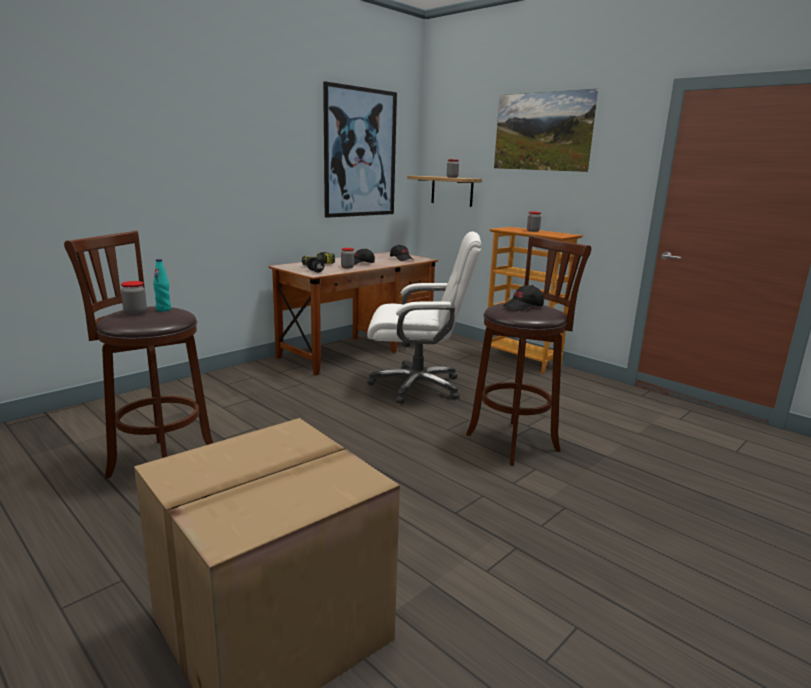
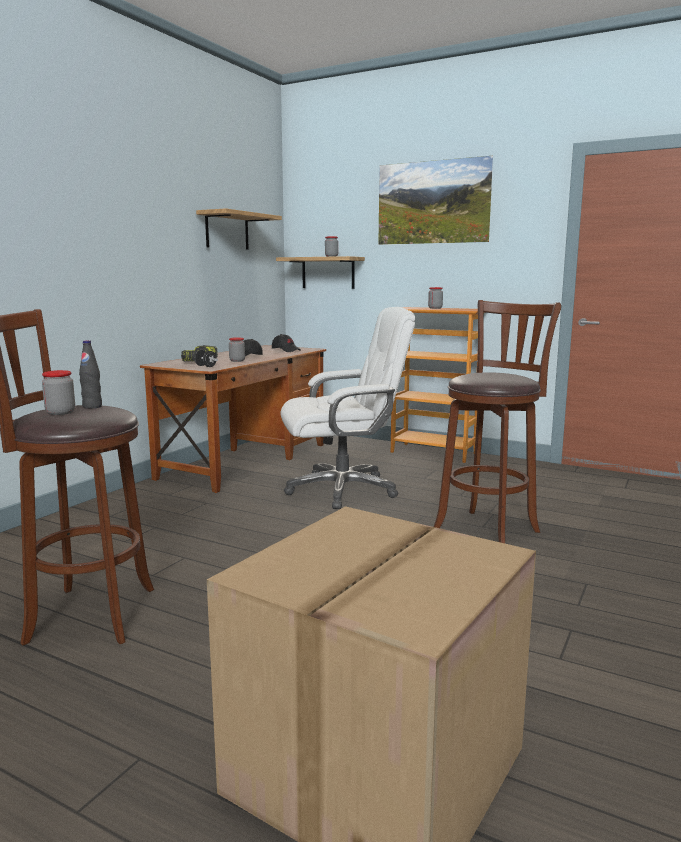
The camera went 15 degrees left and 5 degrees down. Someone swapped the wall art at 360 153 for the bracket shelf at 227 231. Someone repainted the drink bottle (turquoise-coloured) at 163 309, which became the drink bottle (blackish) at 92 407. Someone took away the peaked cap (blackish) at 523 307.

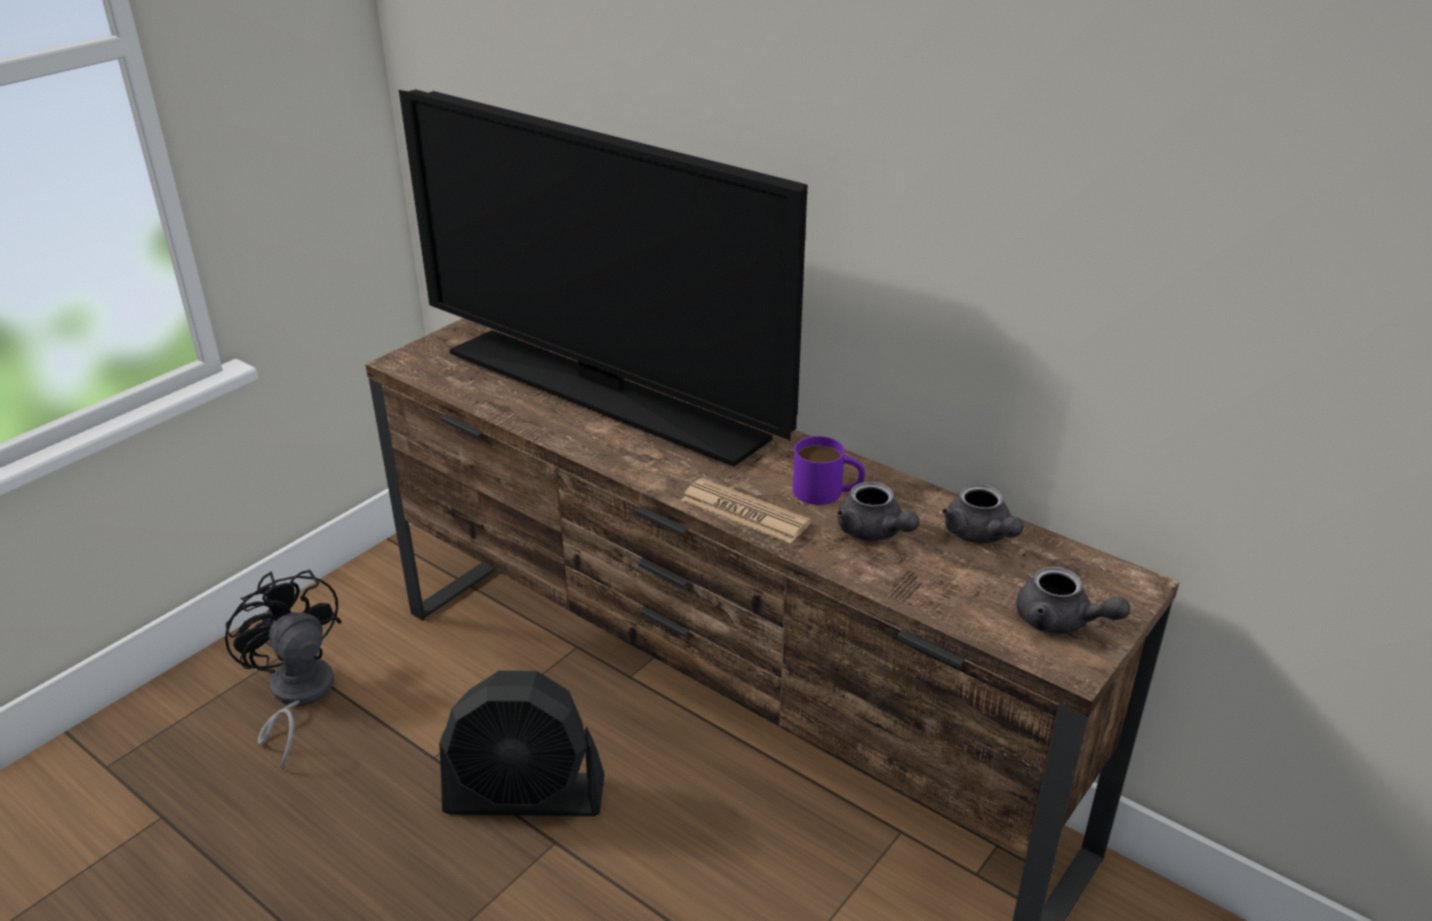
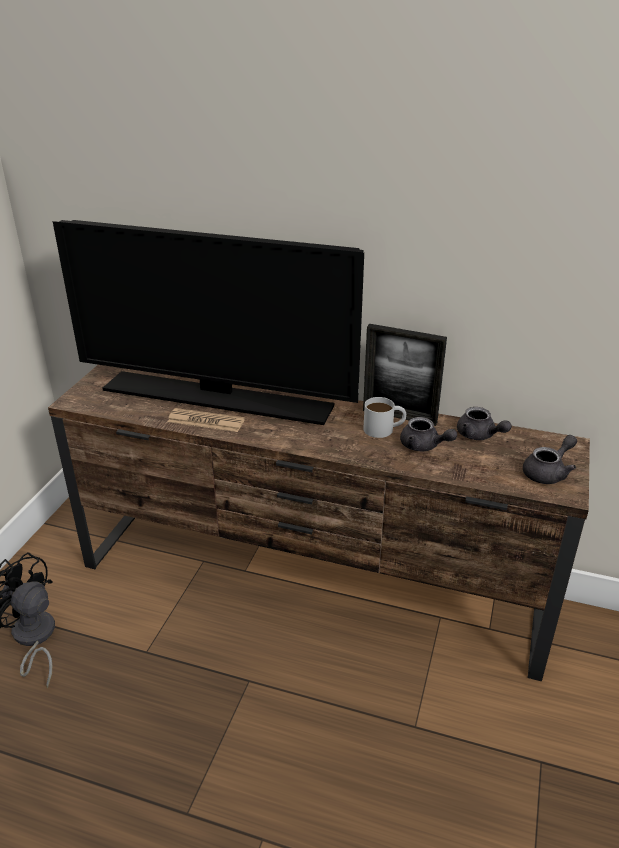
The camera went 20 degrees left and 0 degrees up. Someone repainted the mug (purple) at 827 492, which became the mug (white-coloured) at 384 429. Someone carried the daily paper from 745 512 to 206 421. Someone rotated the teapot (gray) at 1061 622 by 60 degrees counterclockwise. Someone took away the electric fan (blackish) at 525 796. Someone put down the photo frame at 399 416.

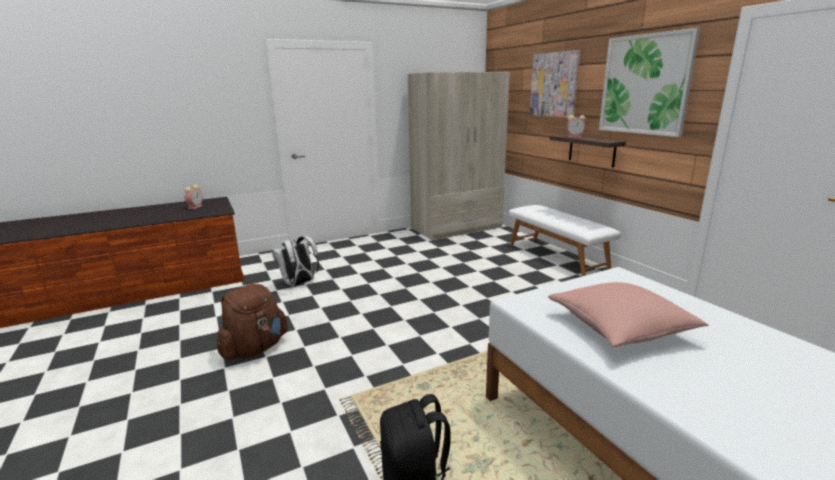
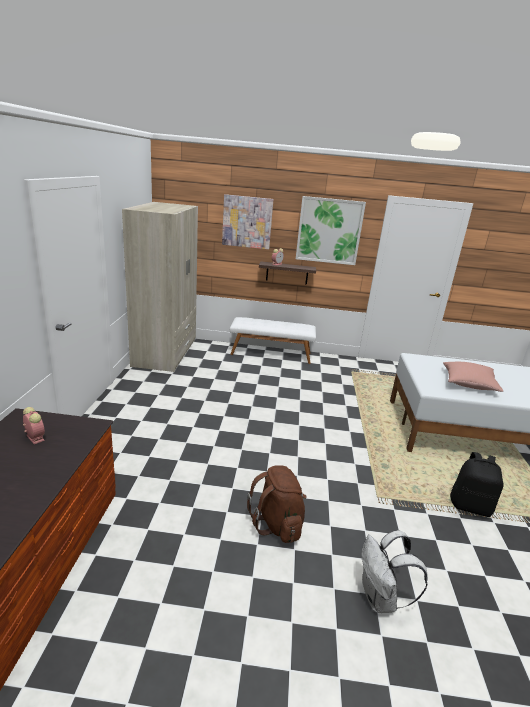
The camera went 60 degrees left and 5 degrees up. Someone carried the backpack (white-coloured) from 299 284 to 380 599.

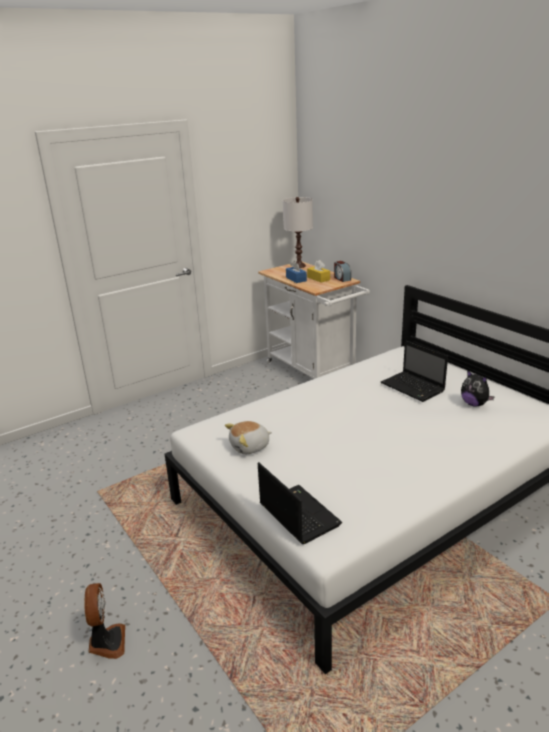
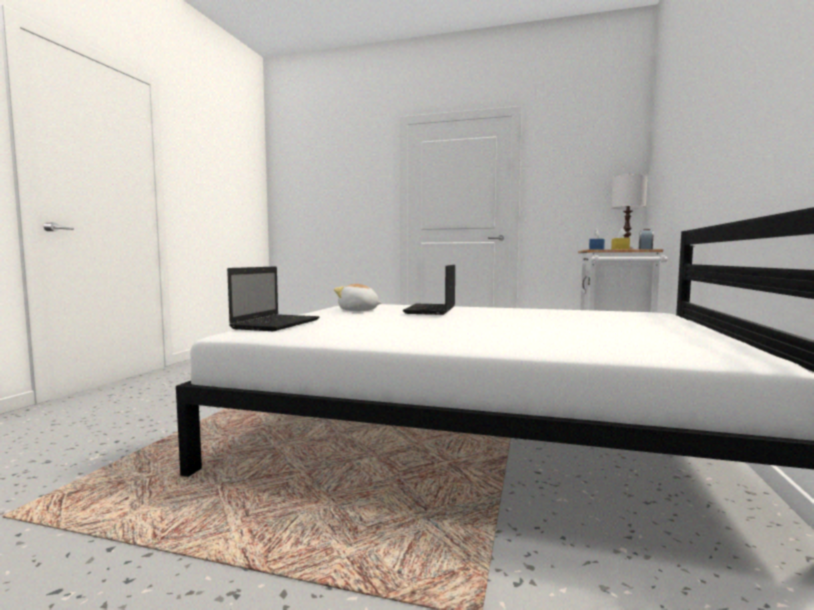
The camera went 50 degrees right and 20 degrees down. Someone carried the portable computer from 413 387 to 431 310. Someone took away the plush toy at 474 404. Someone took away the electric fan at 107 642.

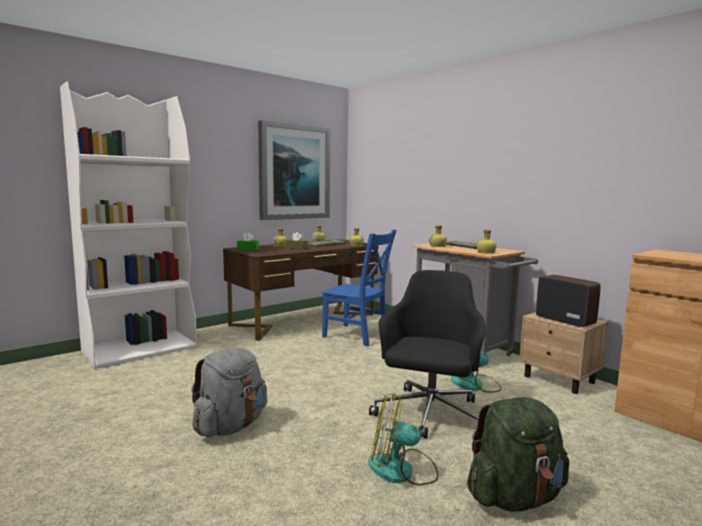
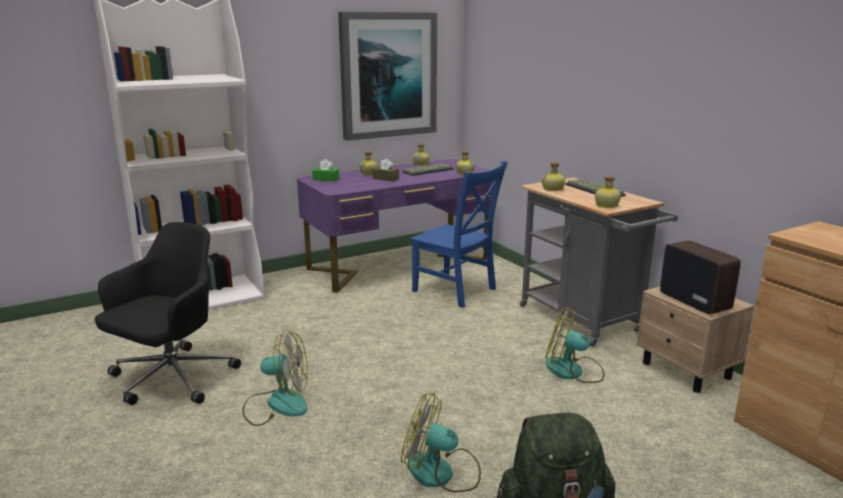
The camera went 10 degrees right and 10 degrees up. Someone repainted the desk unit (brown) at 304 320, which became the desk unit (purple) at 399 264. Someone carried the desk chair (blackish) from 429 414 to 171 379. Someone swapped the backpack (gray) at 231 426 for the electric fan at 277 404.

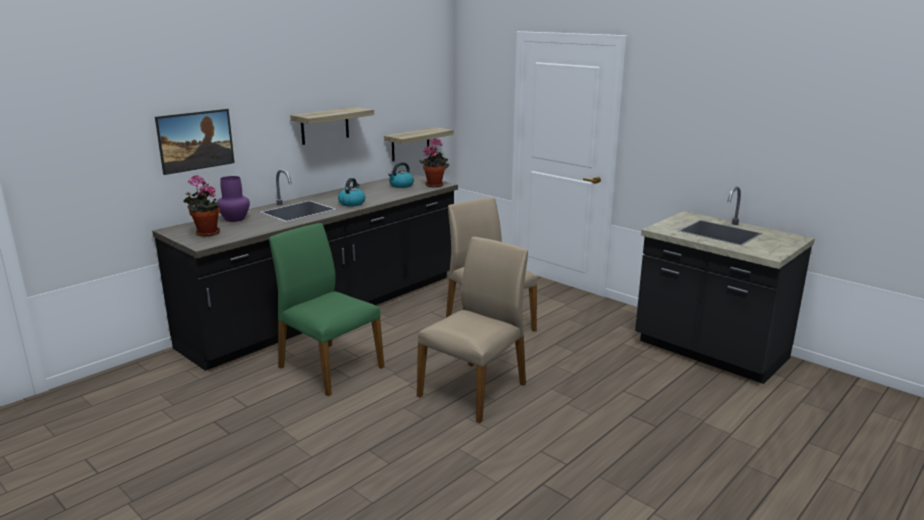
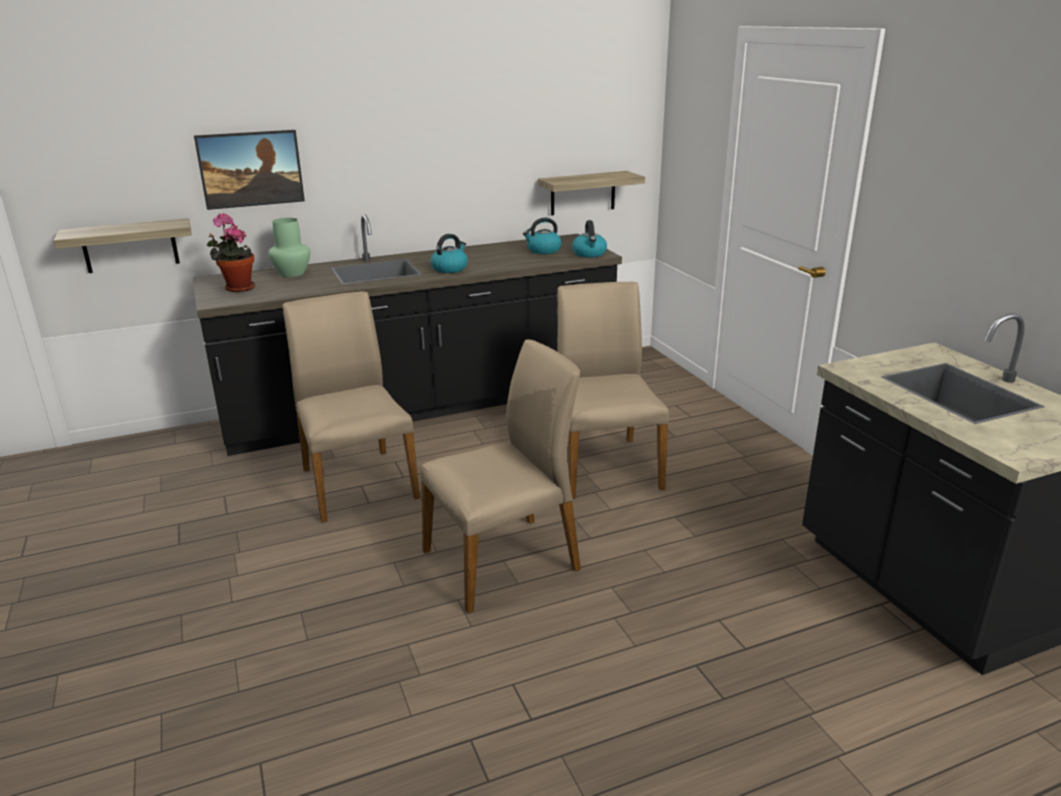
The camera went 25 degrees right and 5 degrees up. Someone carried the bracket shelf from 325 126 to 130 246. Someone swapped the plant in a pot at 435 185 for the tea kettle at 589 254. Someone repainted the flower vase (purple) at 234 219, which became the flower vase (green) at 291 273. Someone repainted the plain chair (green) at 329 367, which became the plain chair (beige-coloured) at 357 483.

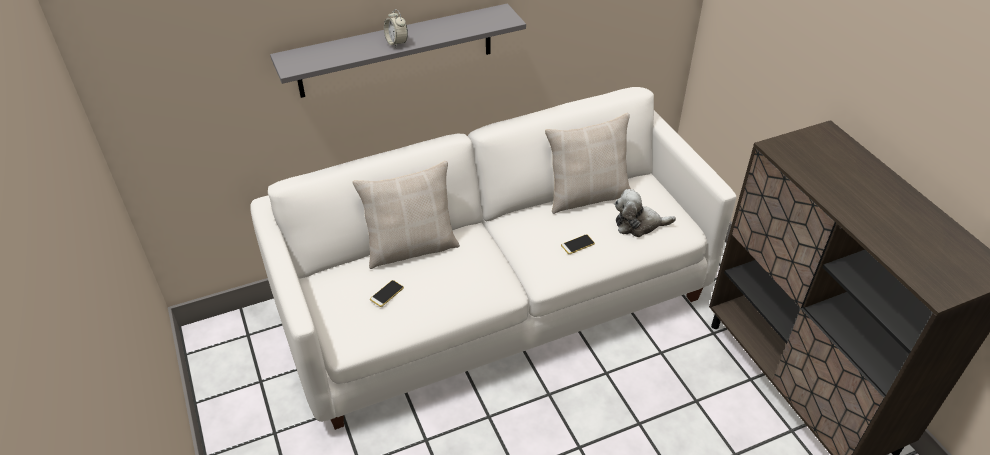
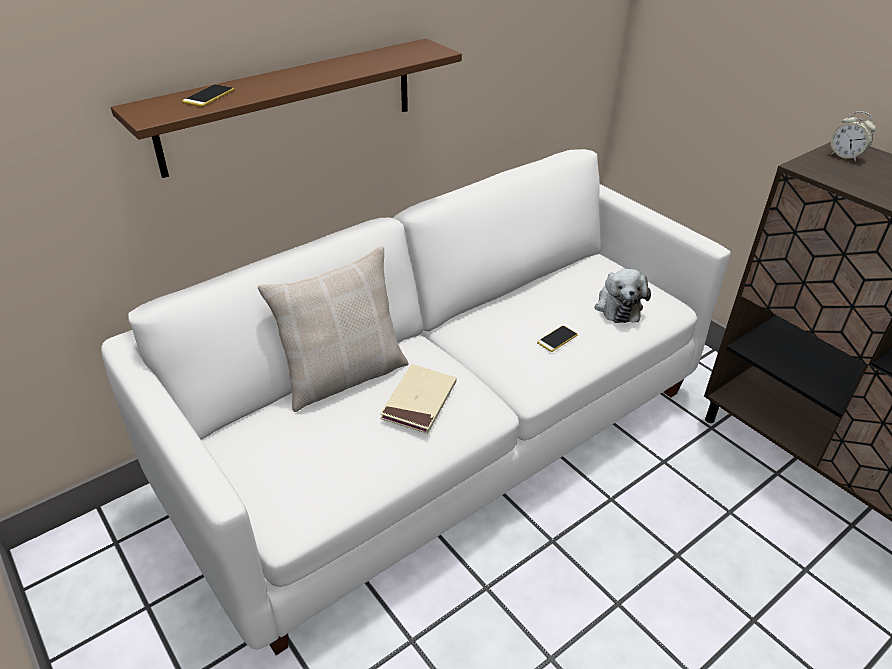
The camera went 15 degrees left and 5 degrees down. Someone repainted the bracket shelf (gray) at 396 51, which became the bracket shelf (brown) at 290 105. Someone carried the table clock from 396 43 to 845 156. Someone took away the throw pillow (beige-coloured) at 587 195. Someone rotated the plush toy at 638 224 by 75 degrees counterclockwise. Someone carried the handset from 387 293 to 208 96. Someone put down the bound book (beige-coloured) at 419 401.

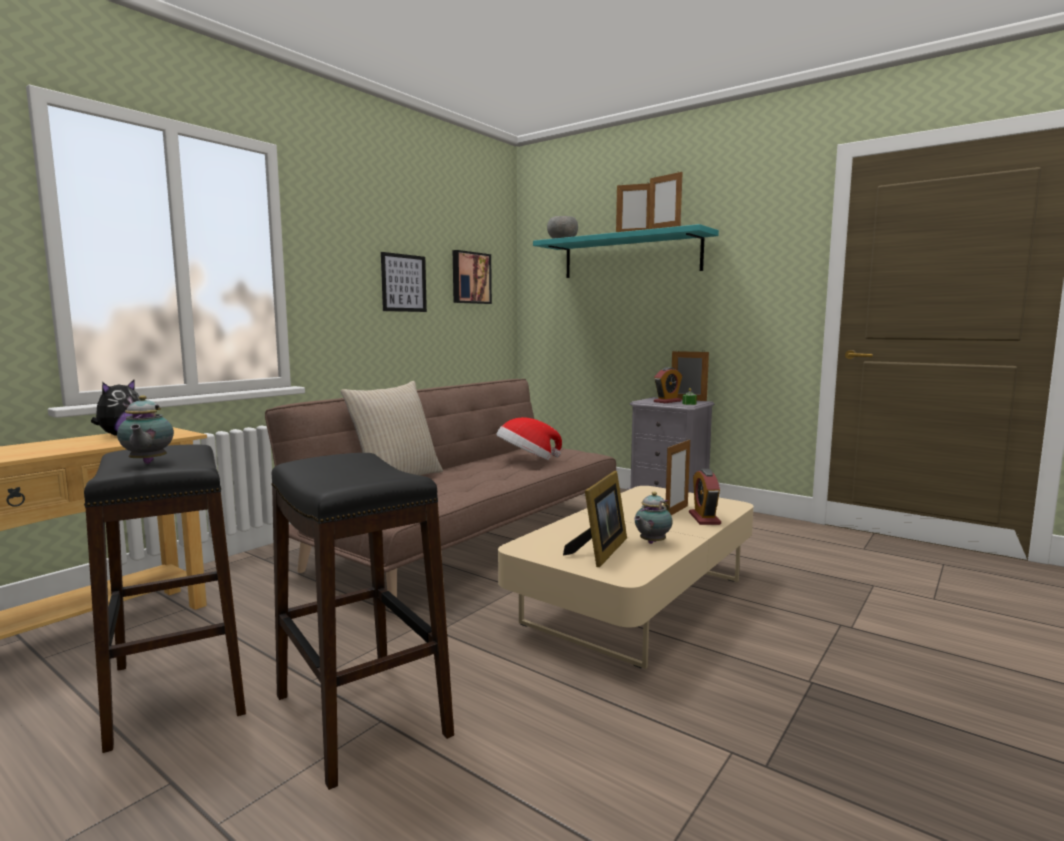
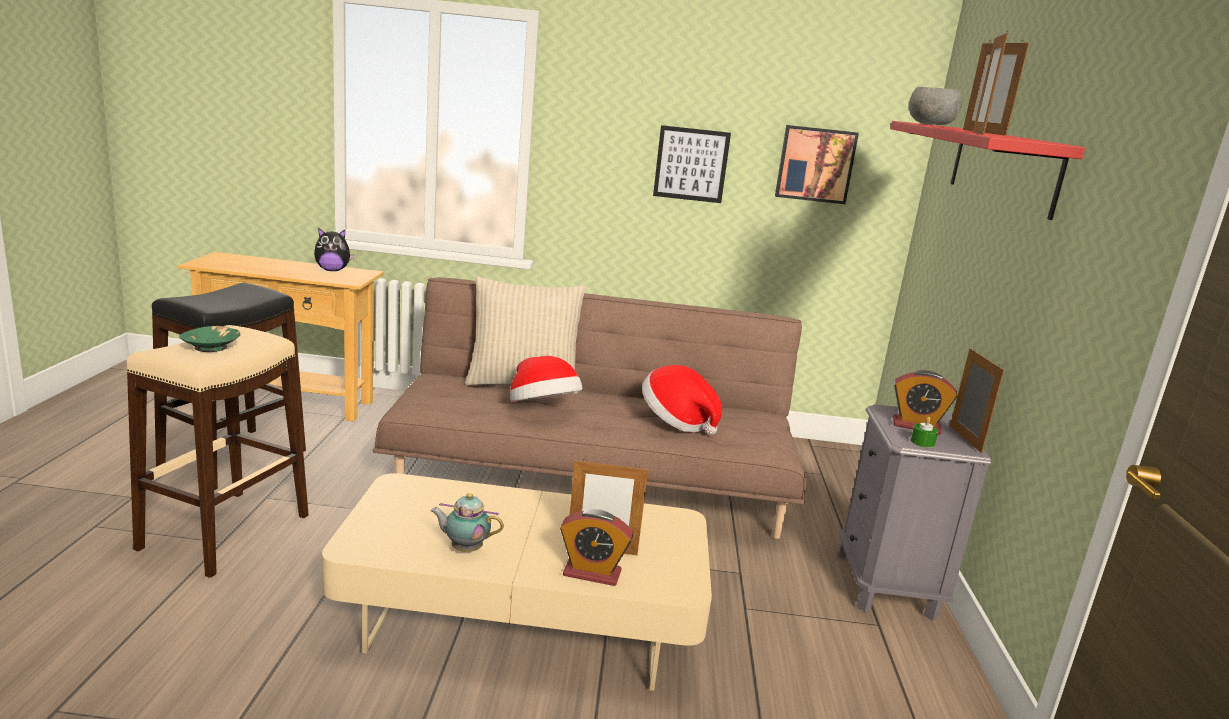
The camera went 55 degrees right and 10 degrees up. Someone repainted the bracket shelf (turquoise-coloured) at 630 256, which became the bracket shelf (red) at 1002 167. Someone took away the teapot at 147 463. Someone repainted the sitting stool (blackish) at 360 715, which became the sitting stool (beige-coloured) at 225 531. Someone rotated the table clock at 704 518 by 135 degrees counterclockwise. Someone took away the photo frame at 600 551. Someone put down the bowl (green) at 211 347. Someone put down the clothing hat at 543 410.

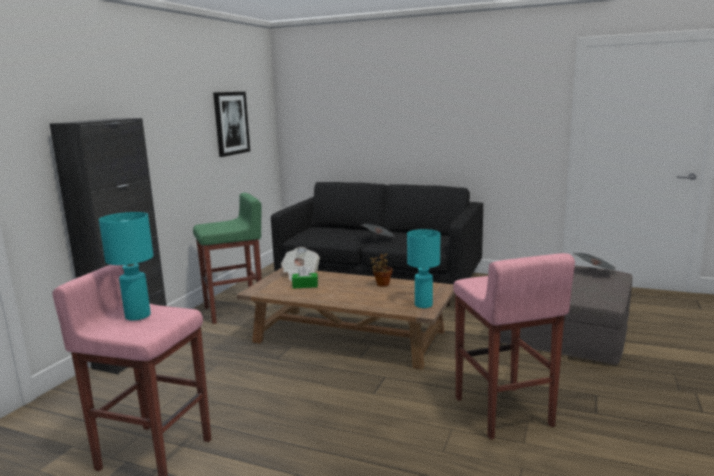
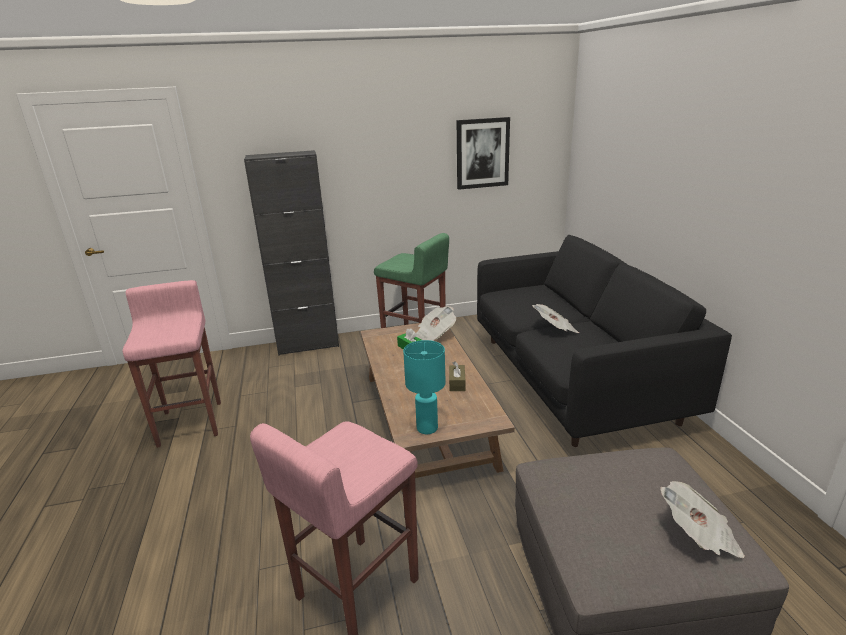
The camera went 55 degrees right and 10 degrees up. Someone took away the table lamp (turquoise-coloured) at 138 316. Someone swapped the plant in a pot at 382 285 for the tissue holder (brown) at 457 383.

